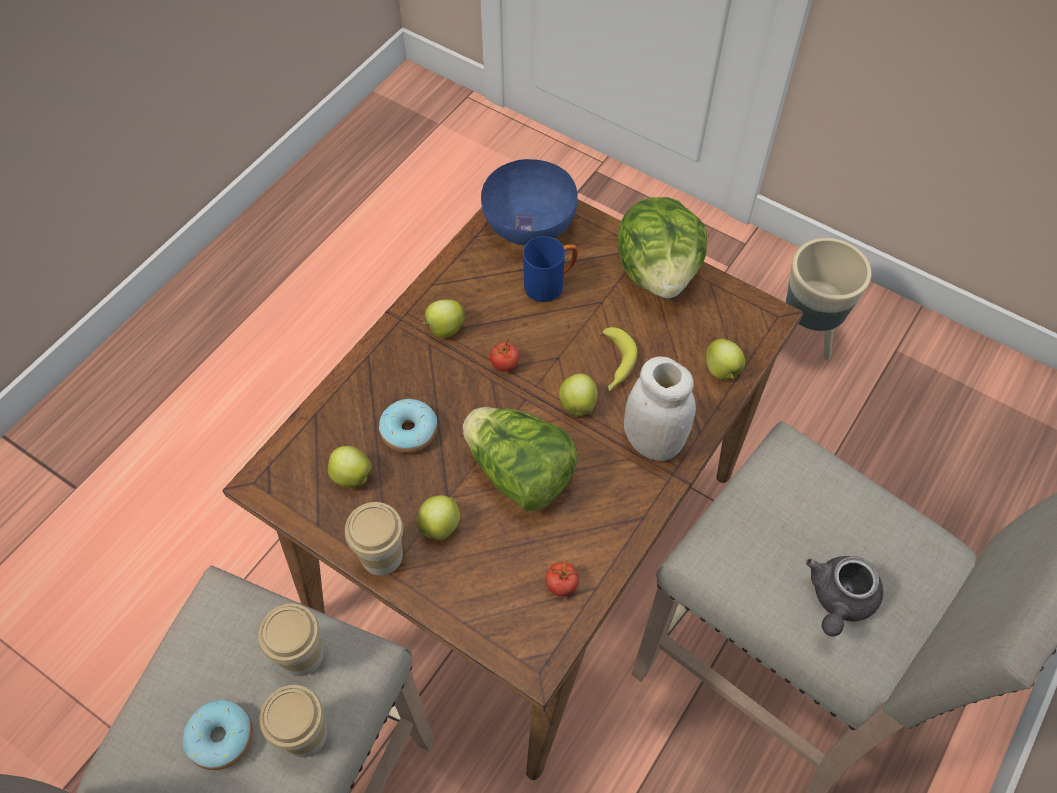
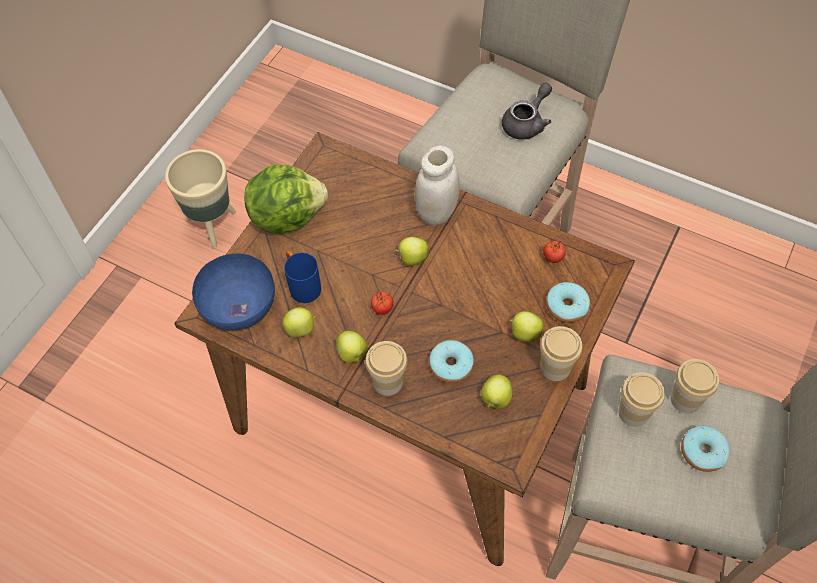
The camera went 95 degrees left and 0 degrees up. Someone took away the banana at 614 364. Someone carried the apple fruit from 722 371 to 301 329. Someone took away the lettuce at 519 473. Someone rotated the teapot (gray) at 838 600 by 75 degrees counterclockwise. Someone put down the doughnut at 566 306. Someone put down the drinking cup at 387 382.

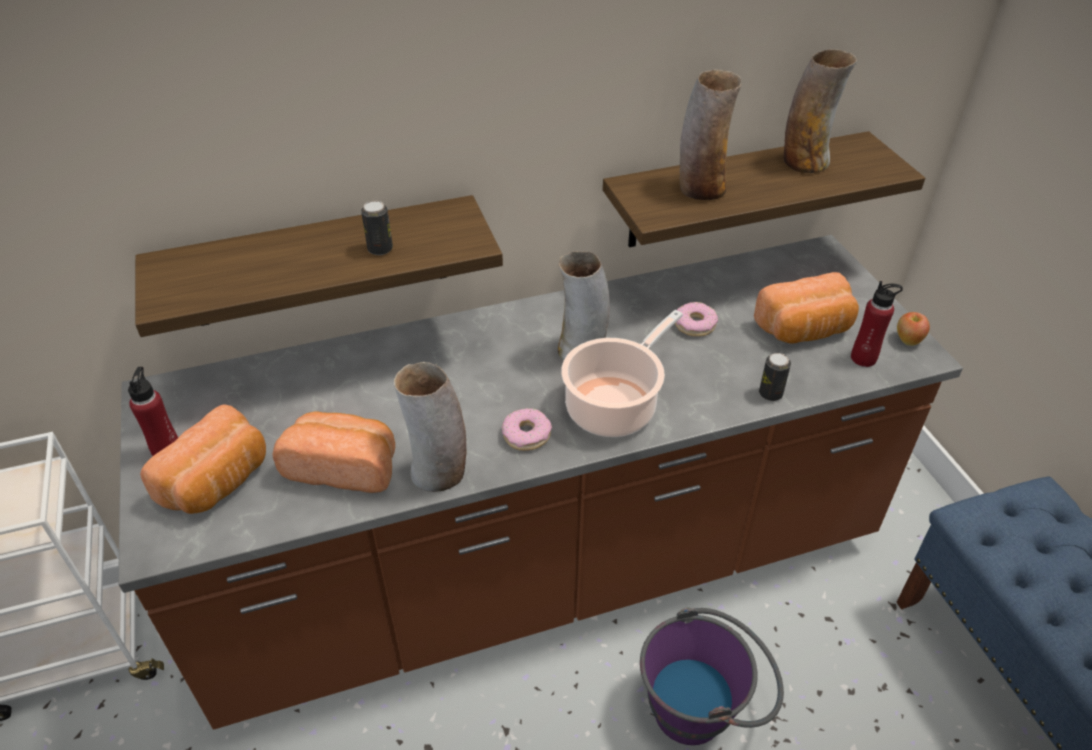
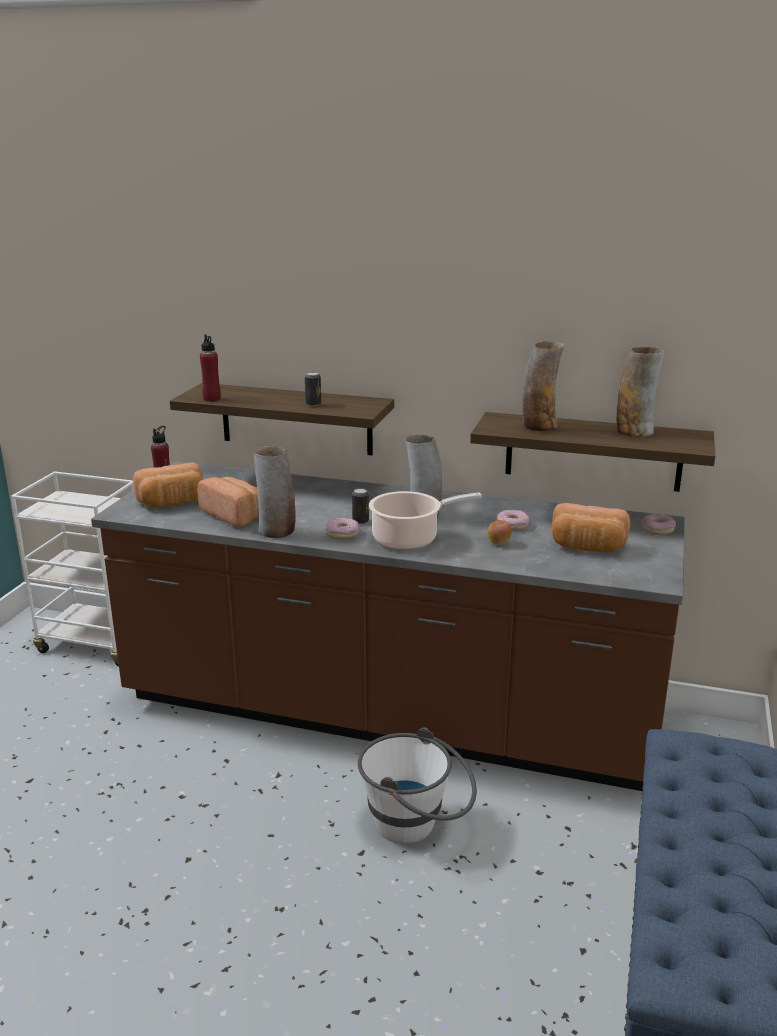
The camera went 35 degrees right and 20 degrees down. Someone carried the drink bottle (red) from 863 358 to 212 399. Someone carried the apple fruit from 907 340 to 499 543. Someone carried the can from 770 394 to 360 521. Someone repainted the bucket (purple) at 703 707, which became the bucket (white-coloured) at 417 826. Someone put down the doughnut at 657 529.

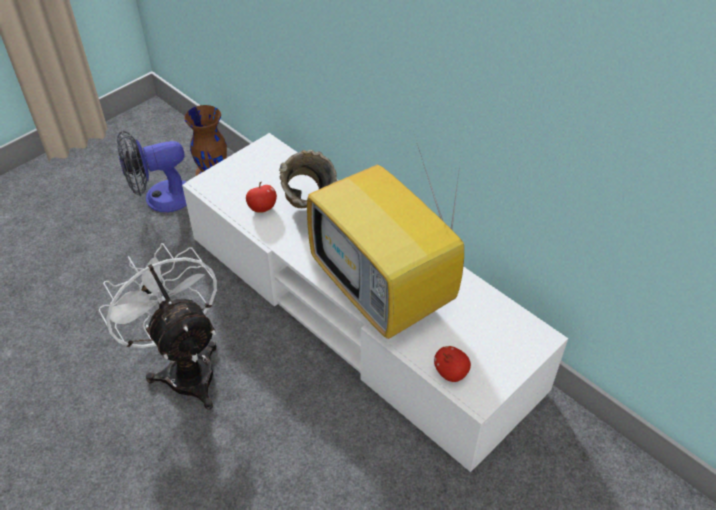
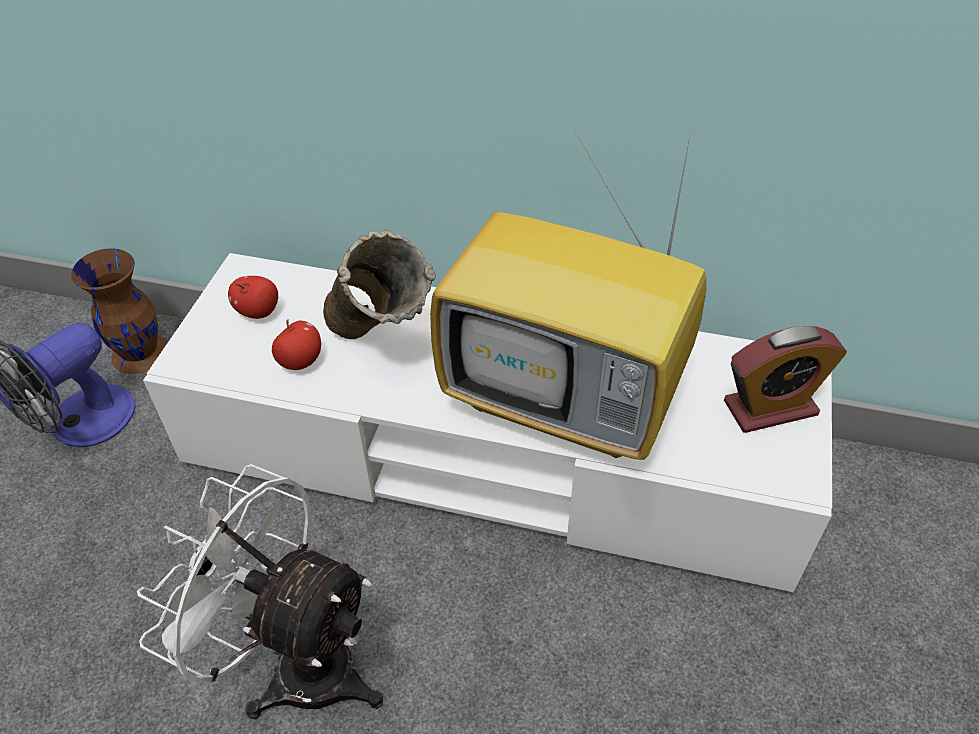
The camera went 30 degrees left and 0 degrees up. Someone carried the apple fruit from 451 373 to 258 311. Someone put down the table clock at 770 408.

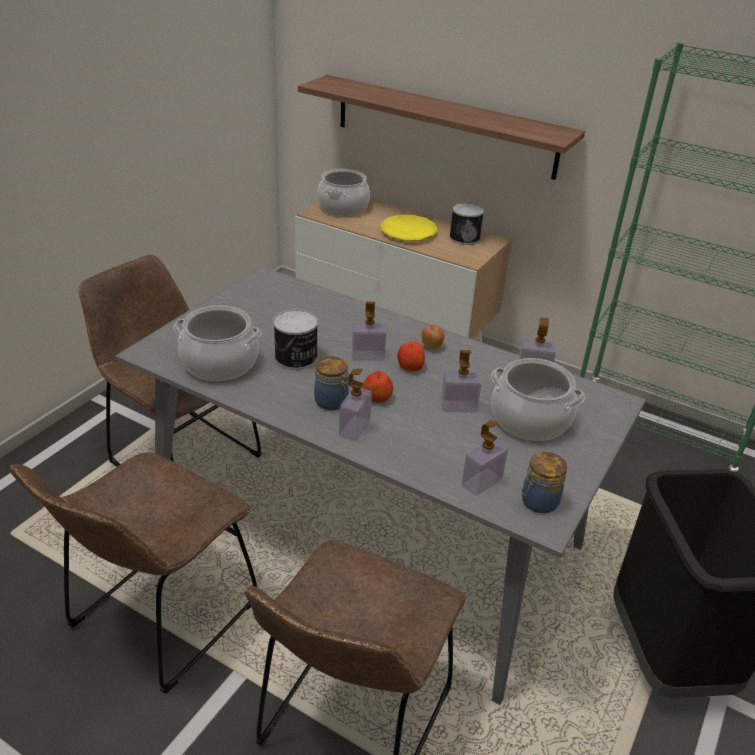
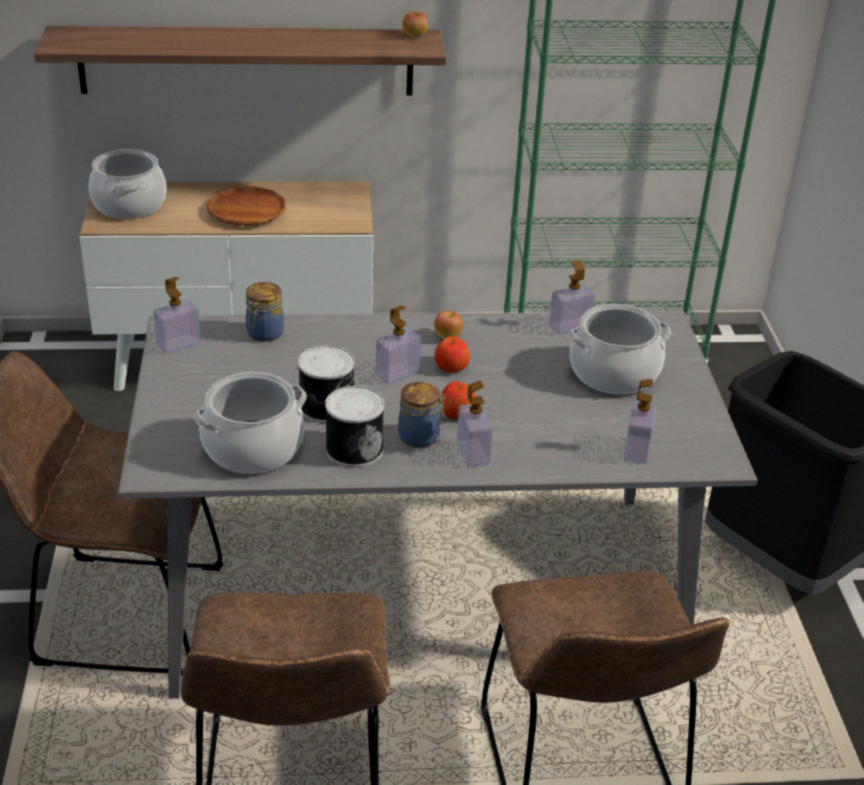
The camera went 35 degrees left and 0 degrees up. Someone carried the can from 464 237 to 353 448. Someone repainted the dinner plate (yellow) at 408 232, which became the dinner plate (brown) at 246 212. Someone carried the liquid soap bottle from 458 407 to 178 344. Someone carried the jar from 538 502 to 264 334. Someone put down the apple fruit at 414 36.

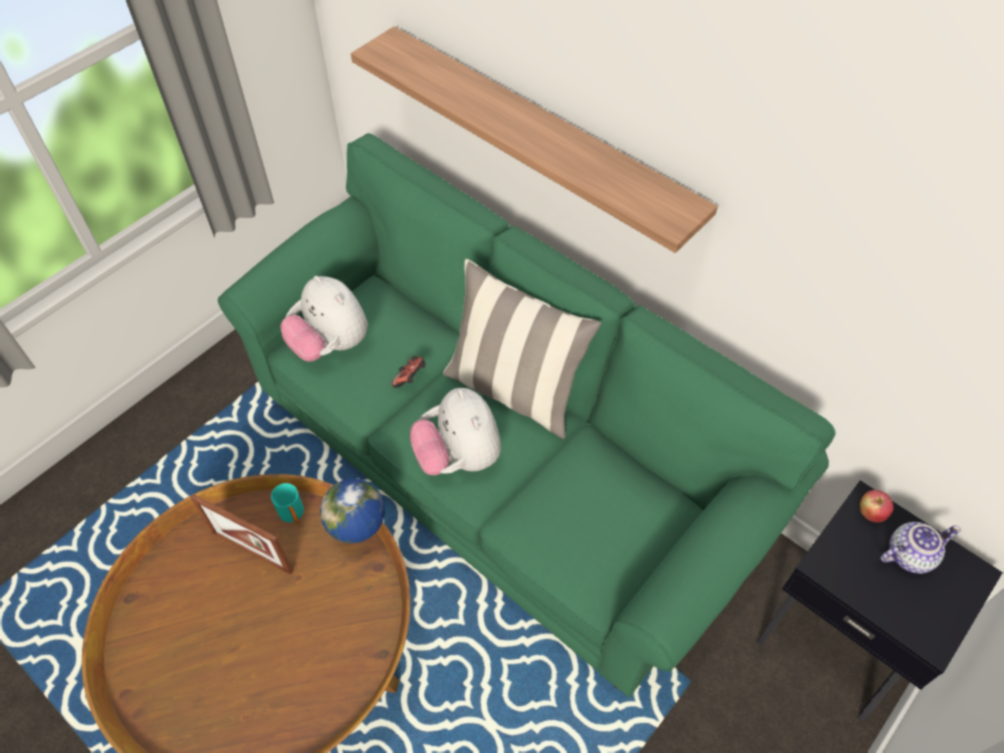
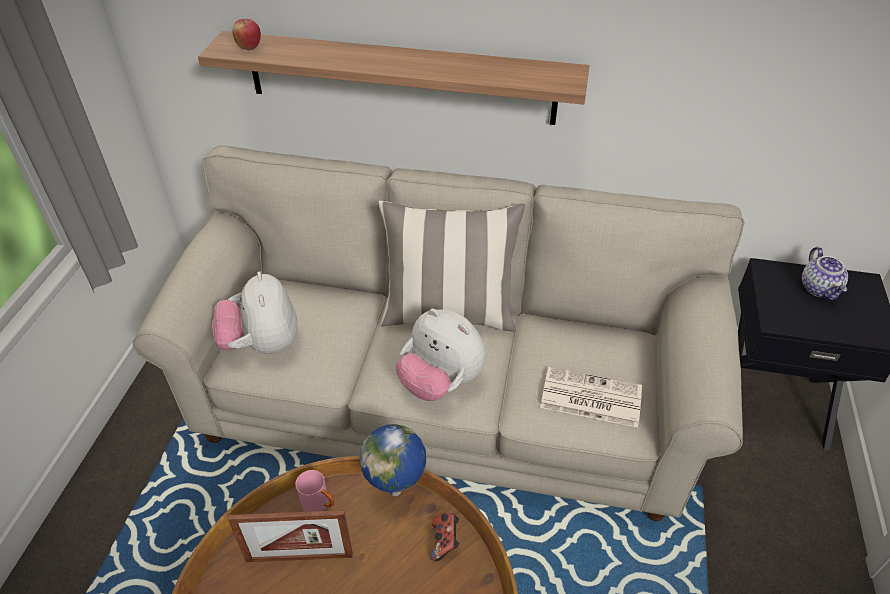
The camera went 30 degrees left and 10 degrees down. Someone repainted the sofa (green) at 502 466, which became the sofa (beige-coloured) at 445 401. Someone rotated the plush toy at 330 344 by 60 degrees clockwise. Someone carried the gamepad from 410 378 to 445 541. Someone repainted the mug (turquoise-coloured) at 293 515, which became the mug (pink) at 319 504. Someone carried the apple fruit from 870 513 to 249 47. Someone rotated the teapot at 909 554 by 135 degrees clockwise. Someone put down the daily paper at 589 398.

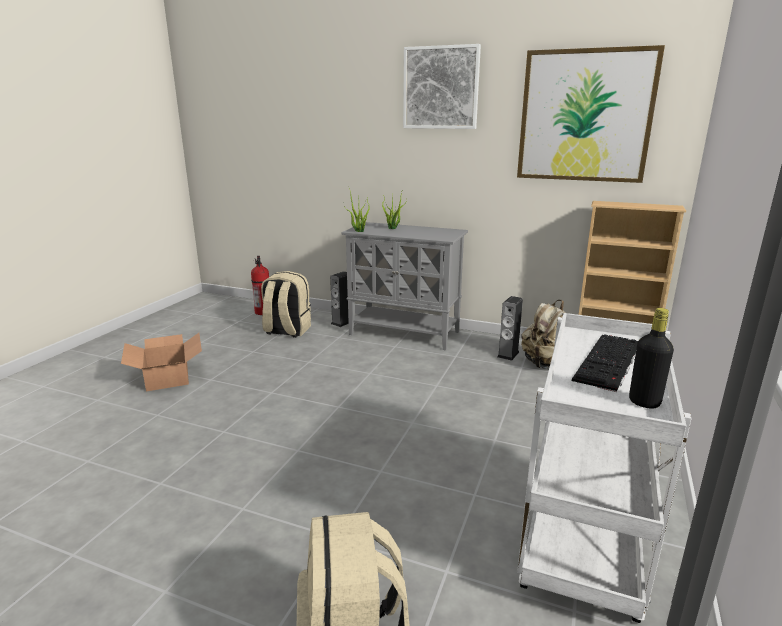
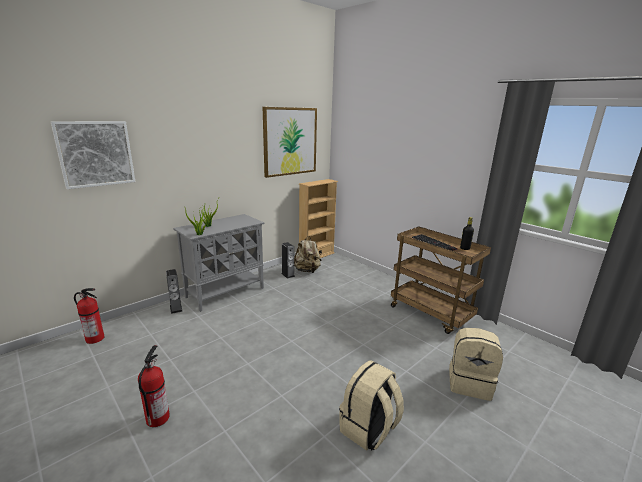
The camera went 65 degrees left and 0 degrees up. Someone carried the wall art from 441 88 to 96 154. Someone carried the backpack (beige-coloured) from 286 331 to 368 429. Someone repainted the cart (white-coloured) at 583 545, which became the cart (brown) at 431 313. Someone swapped the carton at 168 376 for the fire extinguisher at 158 417.

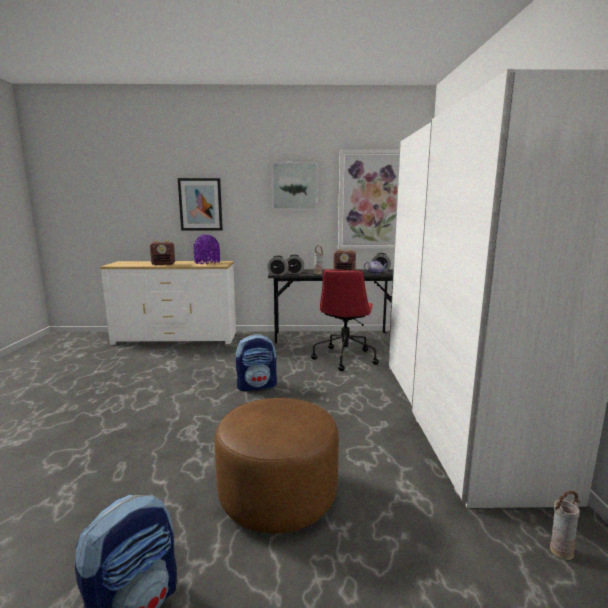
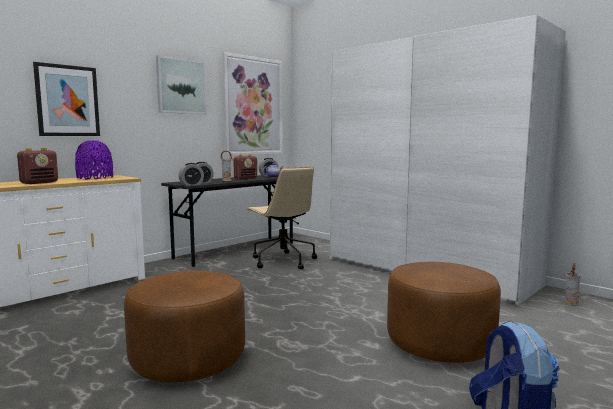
The camera went 45 degrees left and 5 degrees down. Someone repainted the desk chair (red) at 344 358, which became the desk chair (beige-coloured) at 282 261. Someone took away the backpack at 257 386. Someone put down the ottoman (brown) at 188 359.

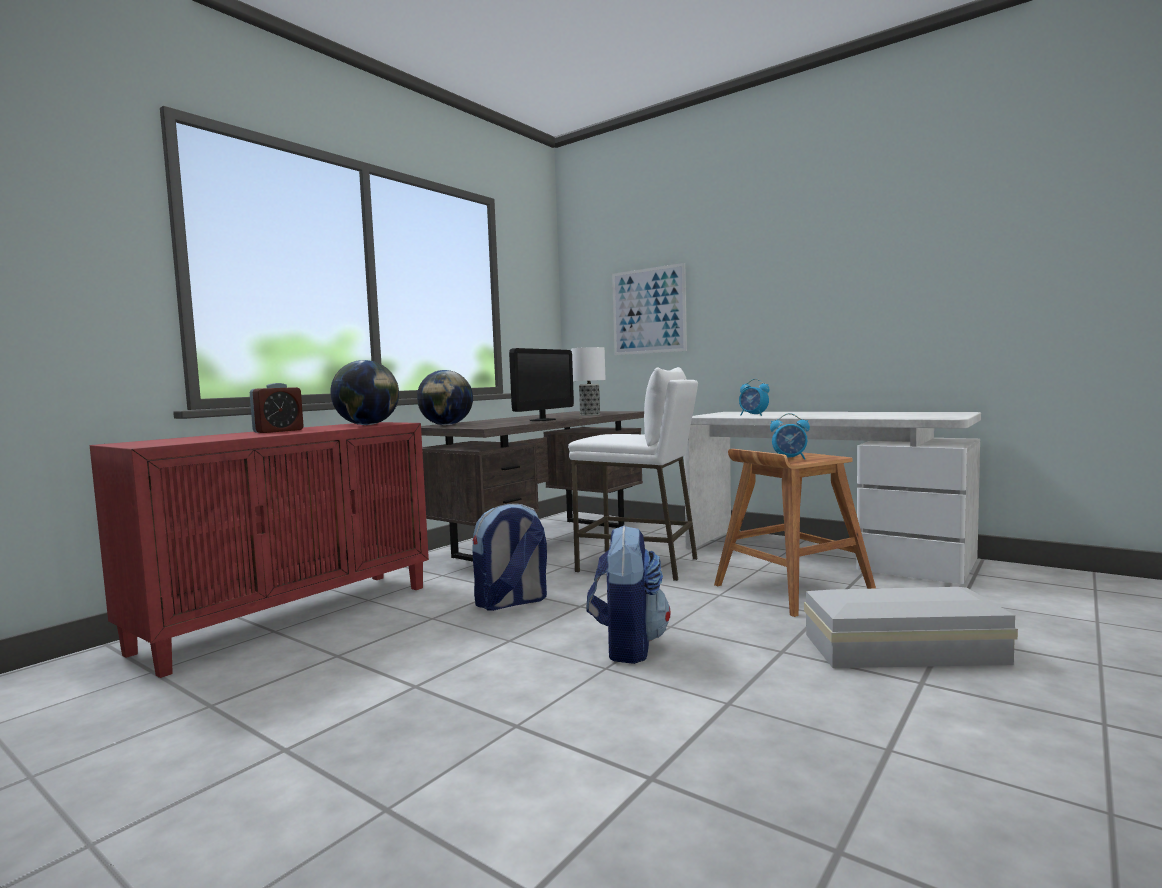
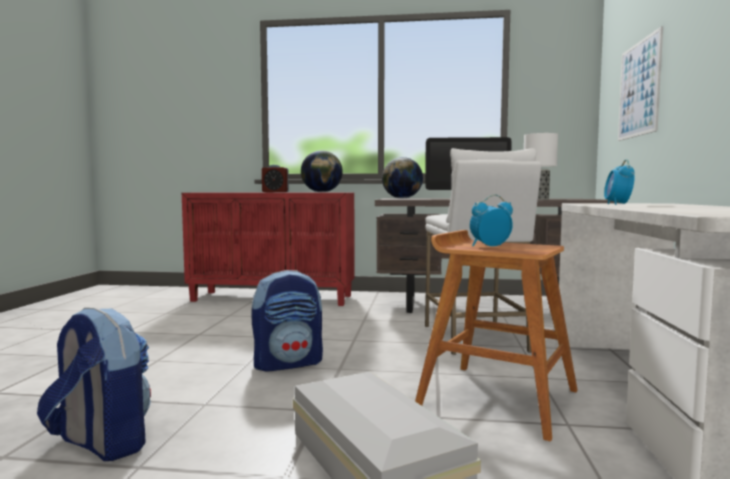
The camera went 60 degrees right and 0 degrees up. Someone rotated the table clock at 790 459 by 90 degrees clockwise. Someone carried the backpack from 511 602 to 101 443.

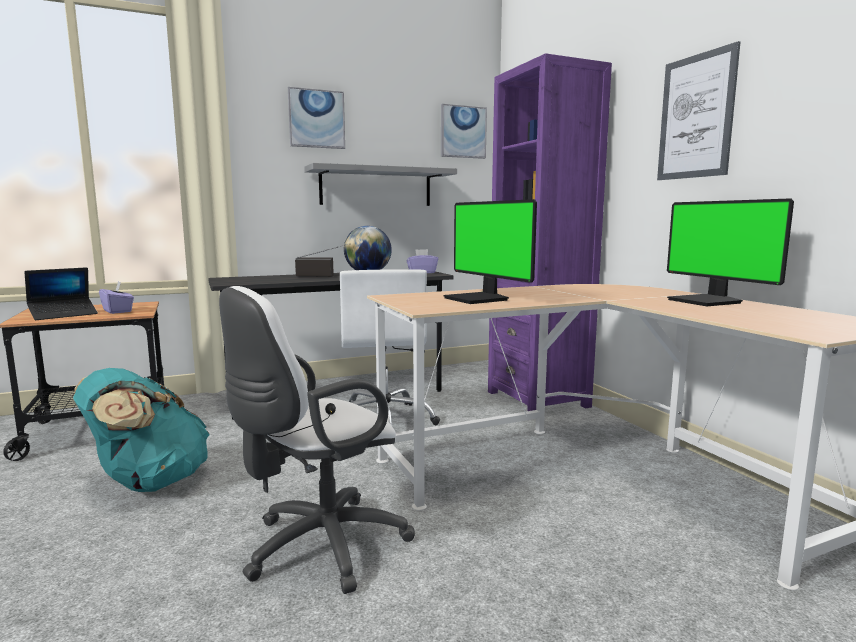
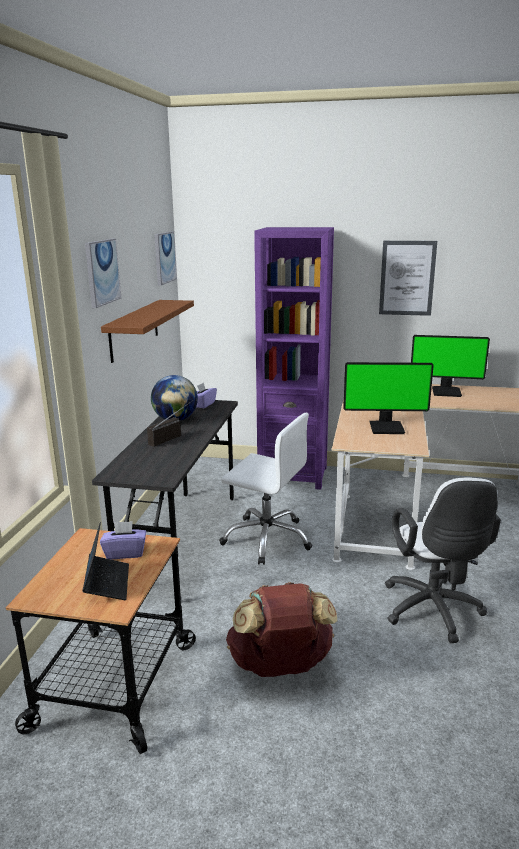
The camera went 55 degrees left and 10 degrees up. Someone repainted the bracket shelf (gray) at 376 187, which became the bracket shelf (brown) at 134 329. Someone repainted the backpack (turquoise-coloured) at 148 482, which became the backpack (brown) at 280 667.

